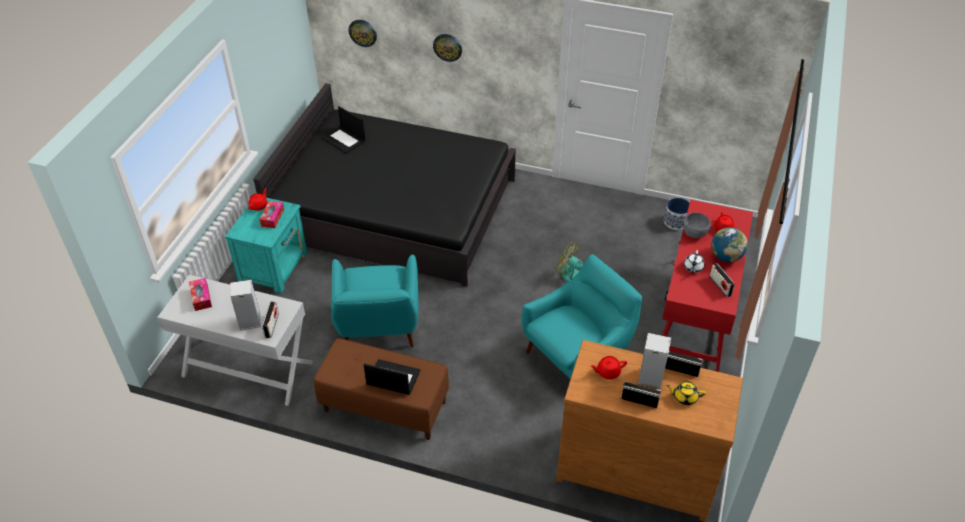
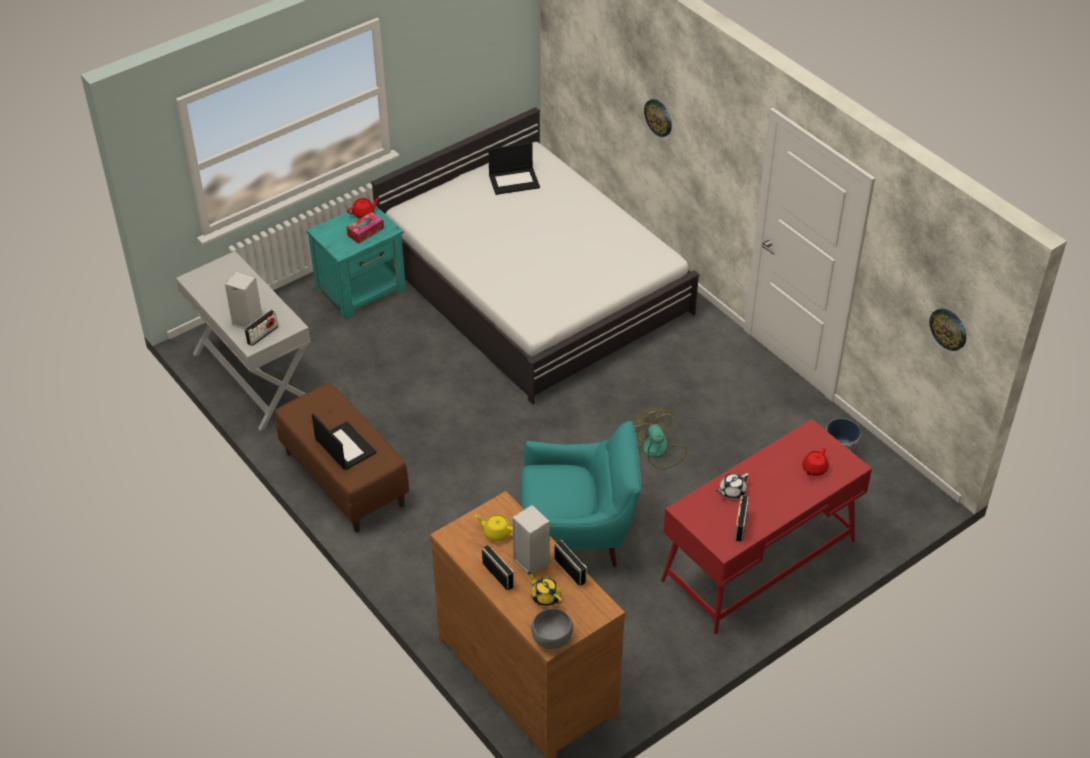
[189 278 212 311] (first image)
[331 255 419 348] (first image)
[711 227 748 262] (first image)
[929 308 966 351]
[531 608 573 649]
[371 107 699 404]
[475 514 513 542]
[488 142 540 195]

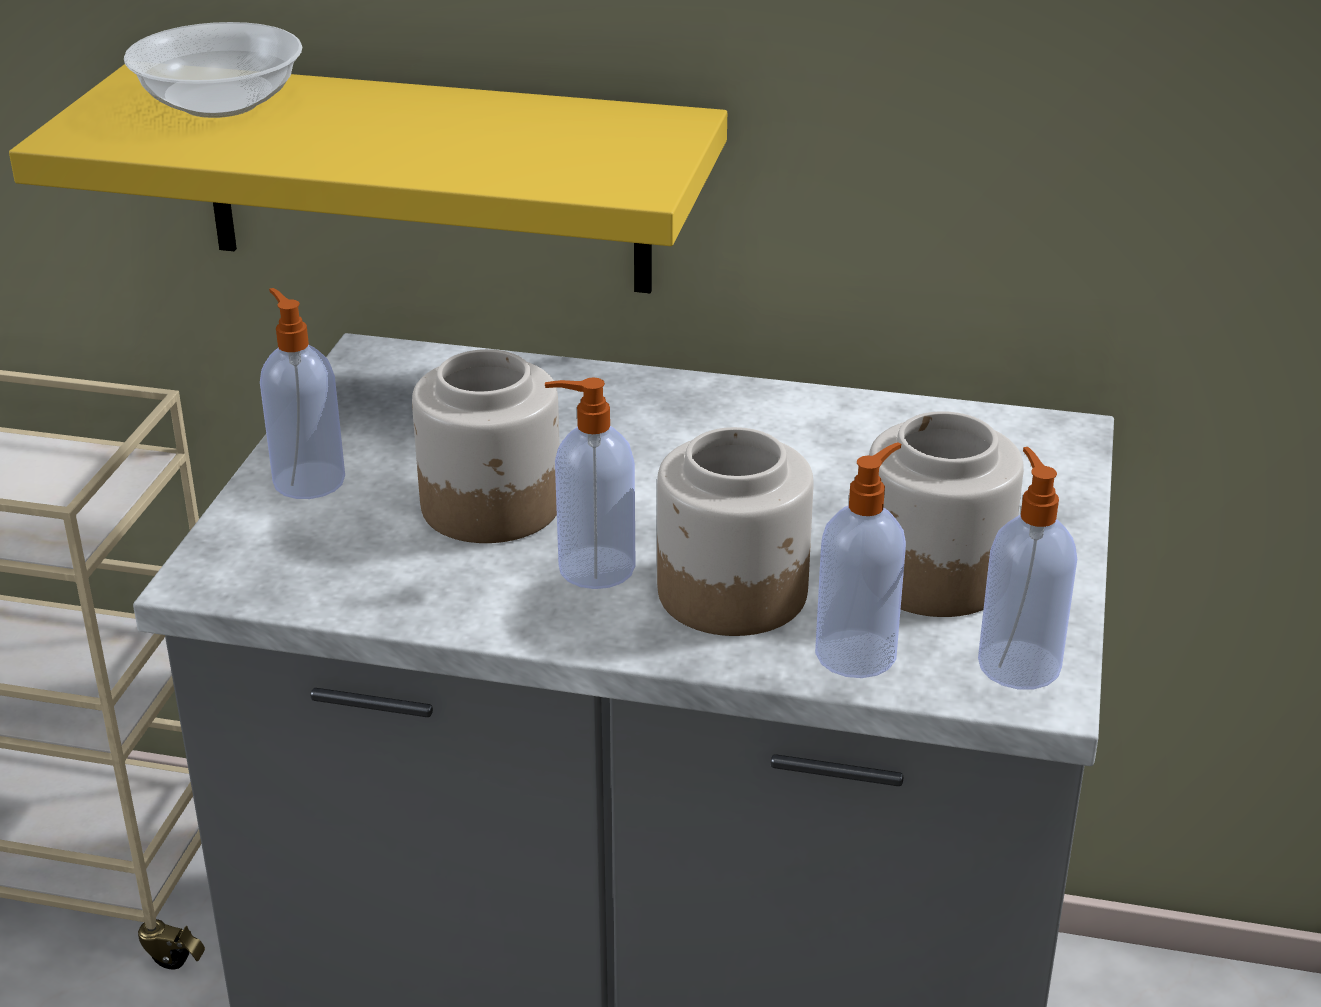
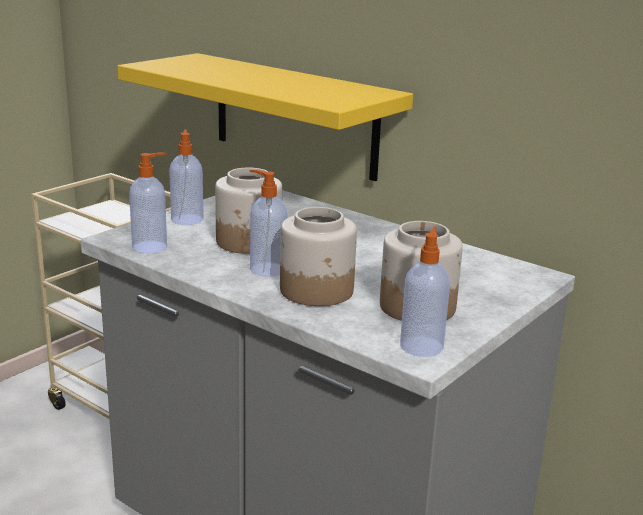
[124 22 302 118] (first image)
[129 153 167 253]

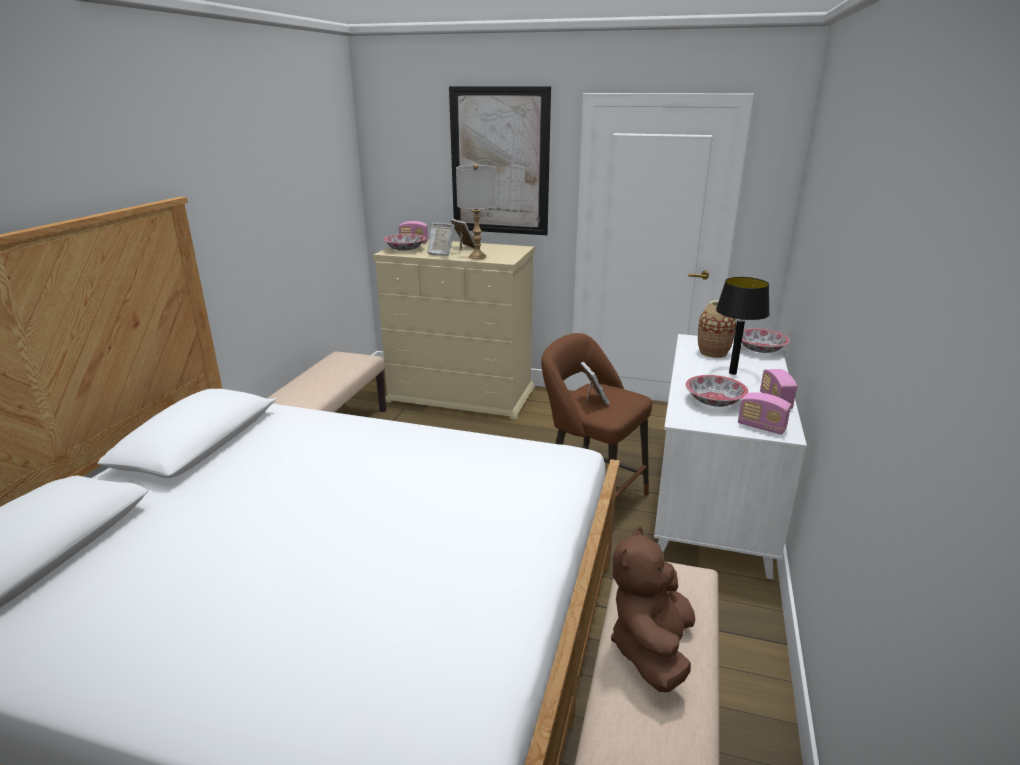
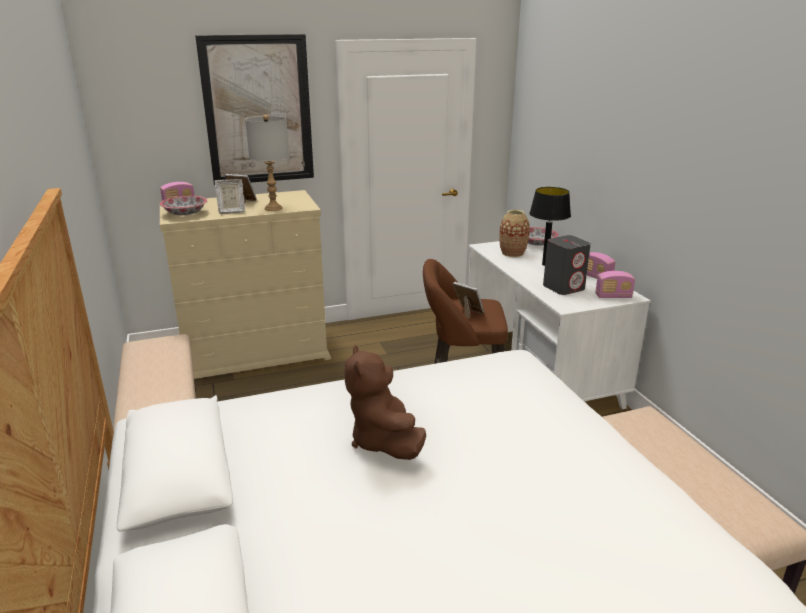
[345 345 426 460]
[543 235 591 295]

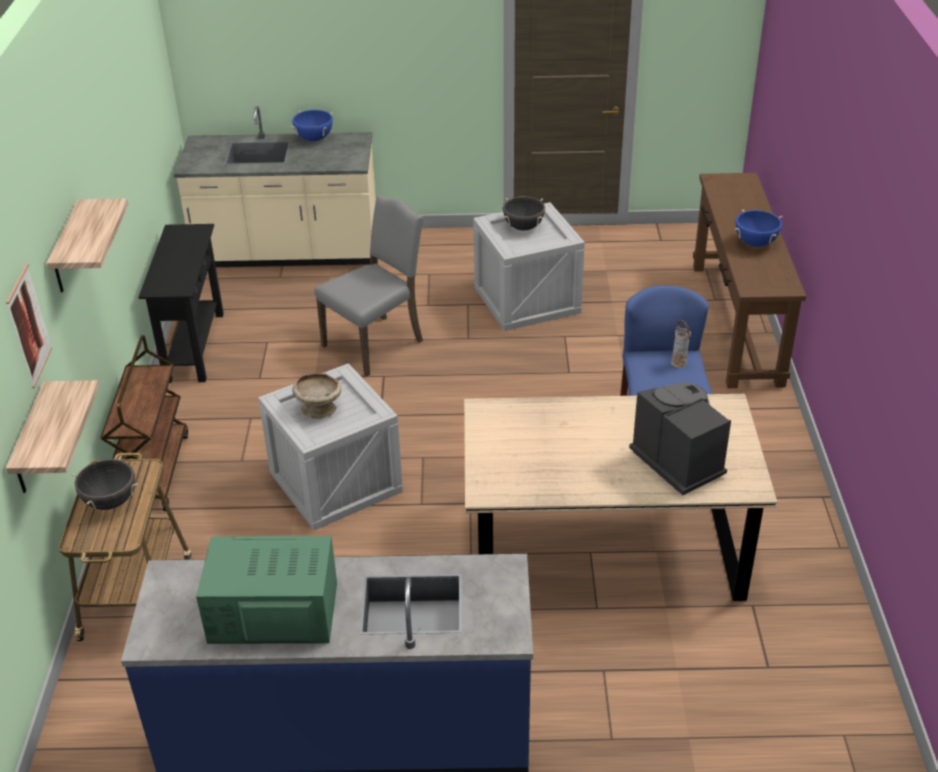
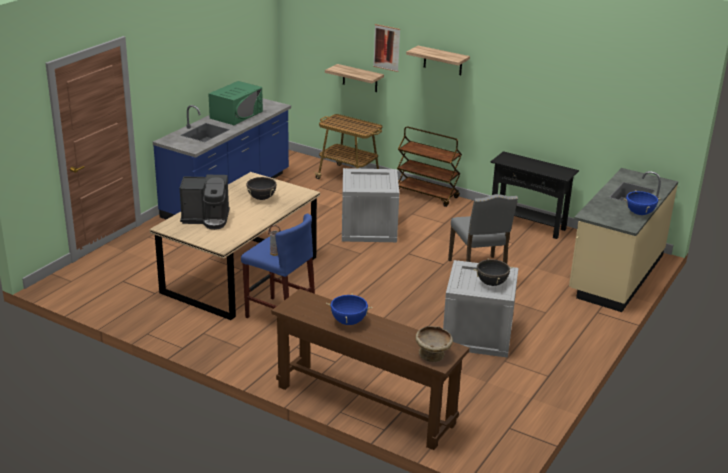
[246 177 277 200]
[415 326 453 362]

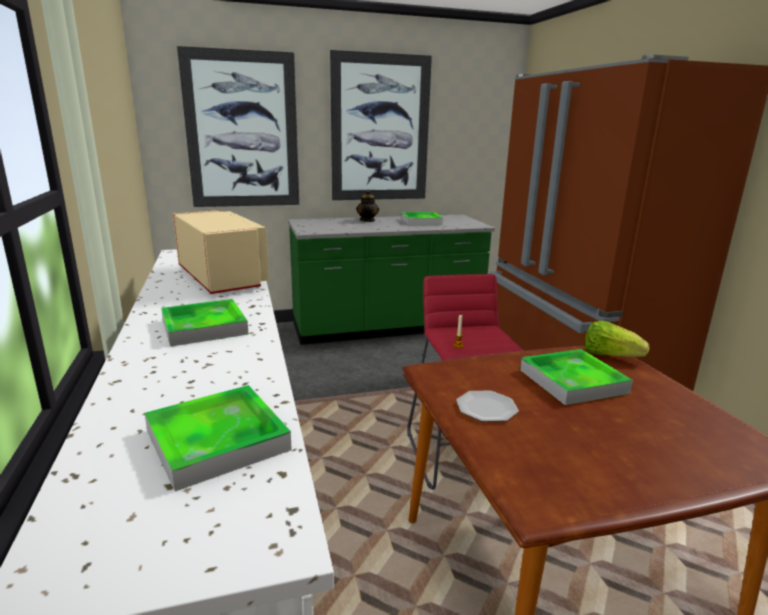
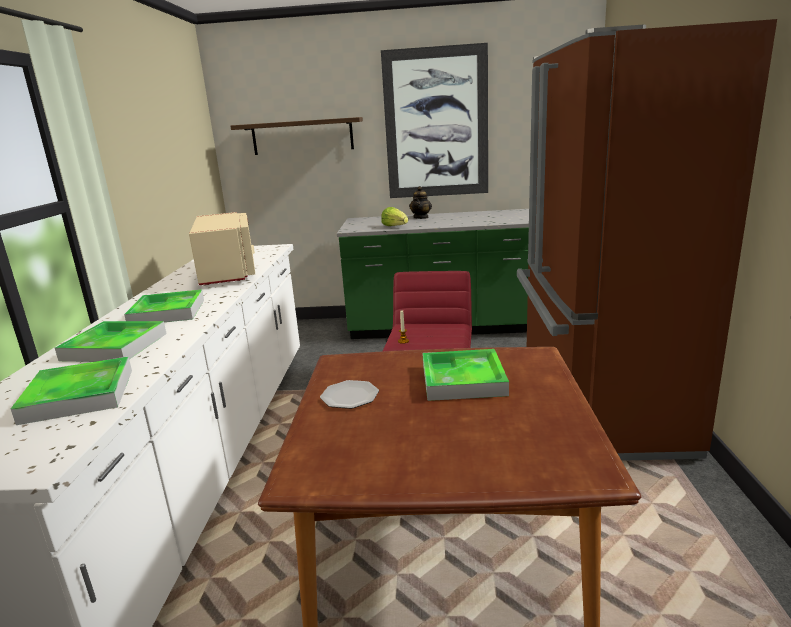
[55 321 167 362]
[381 207 408 226]
[231 117 363 155]

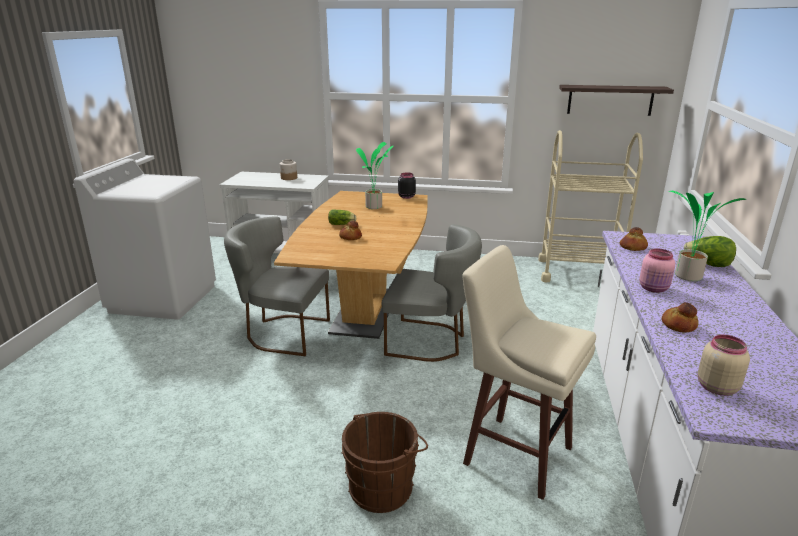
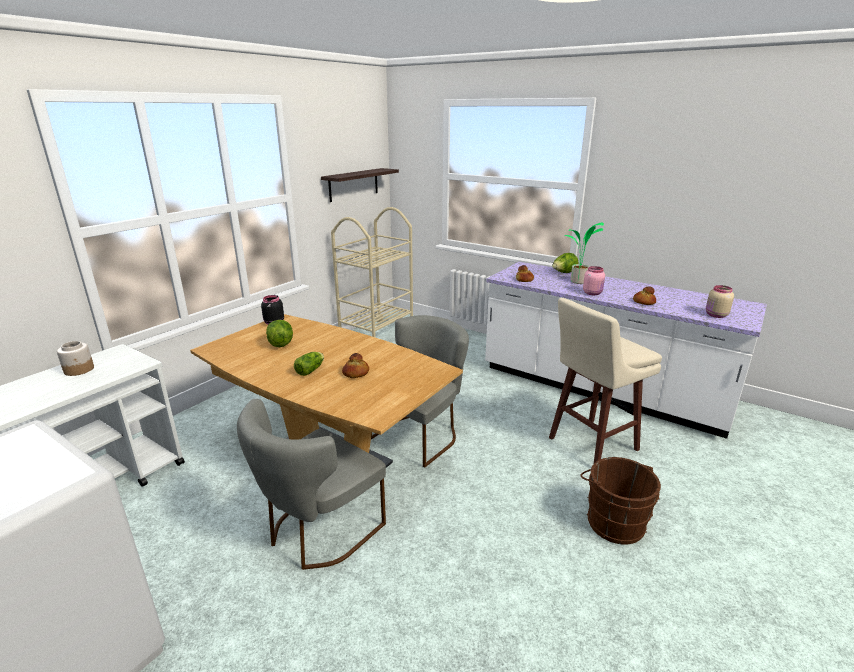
[266 320 293 347]

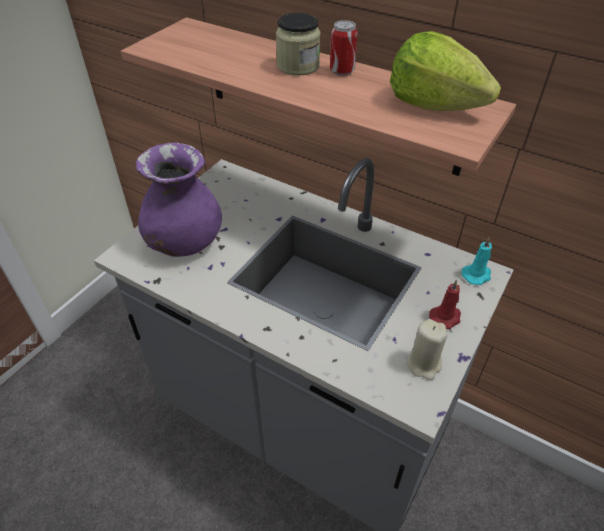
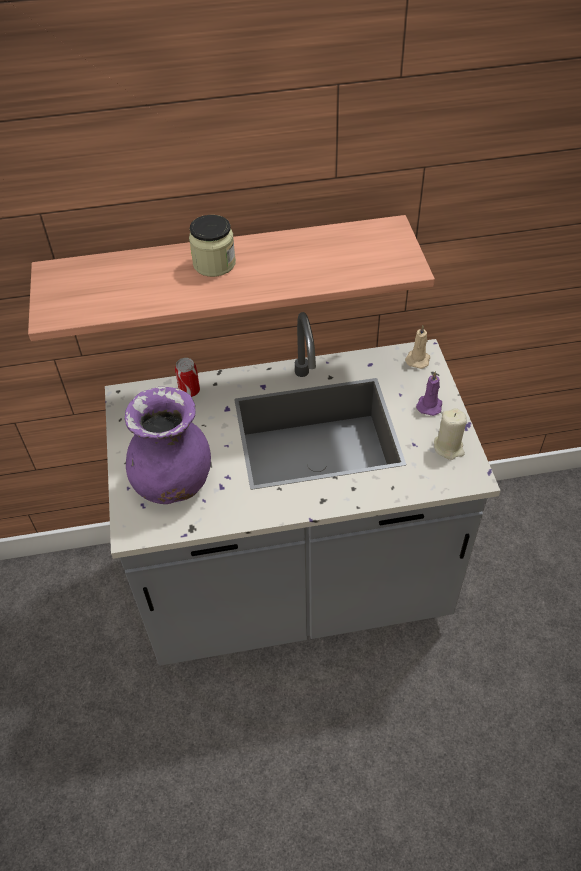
[390 31 501 111] (first image)
[175 358 200 397]
[416 371 442 416]
[405 325 430 369]

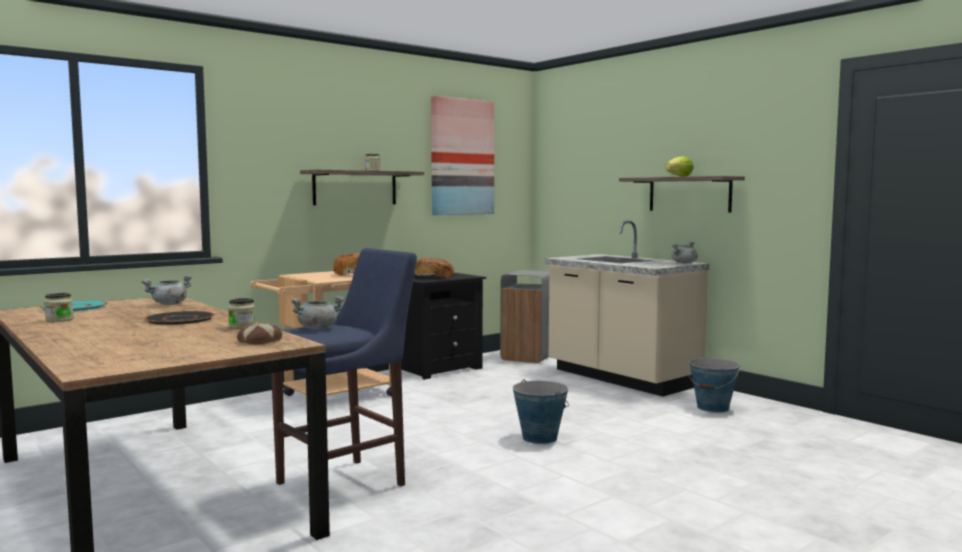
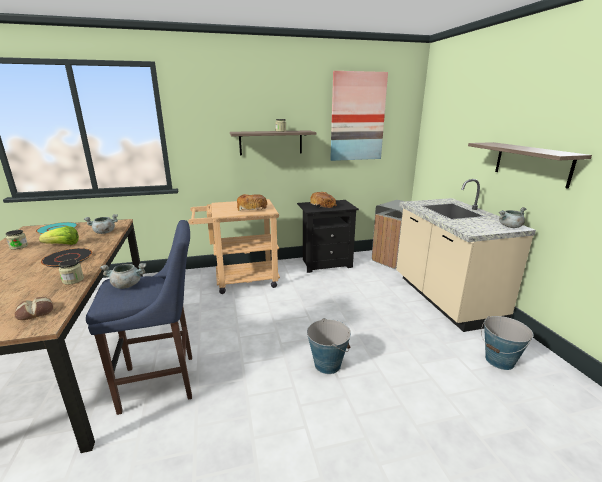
[39 226 79 245]

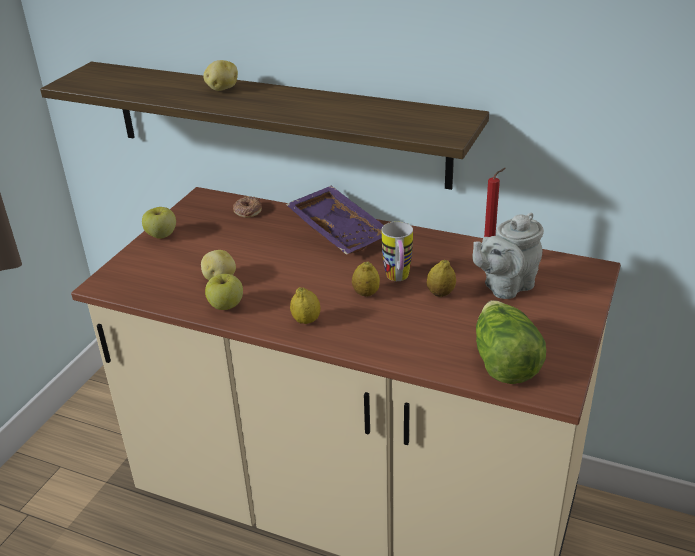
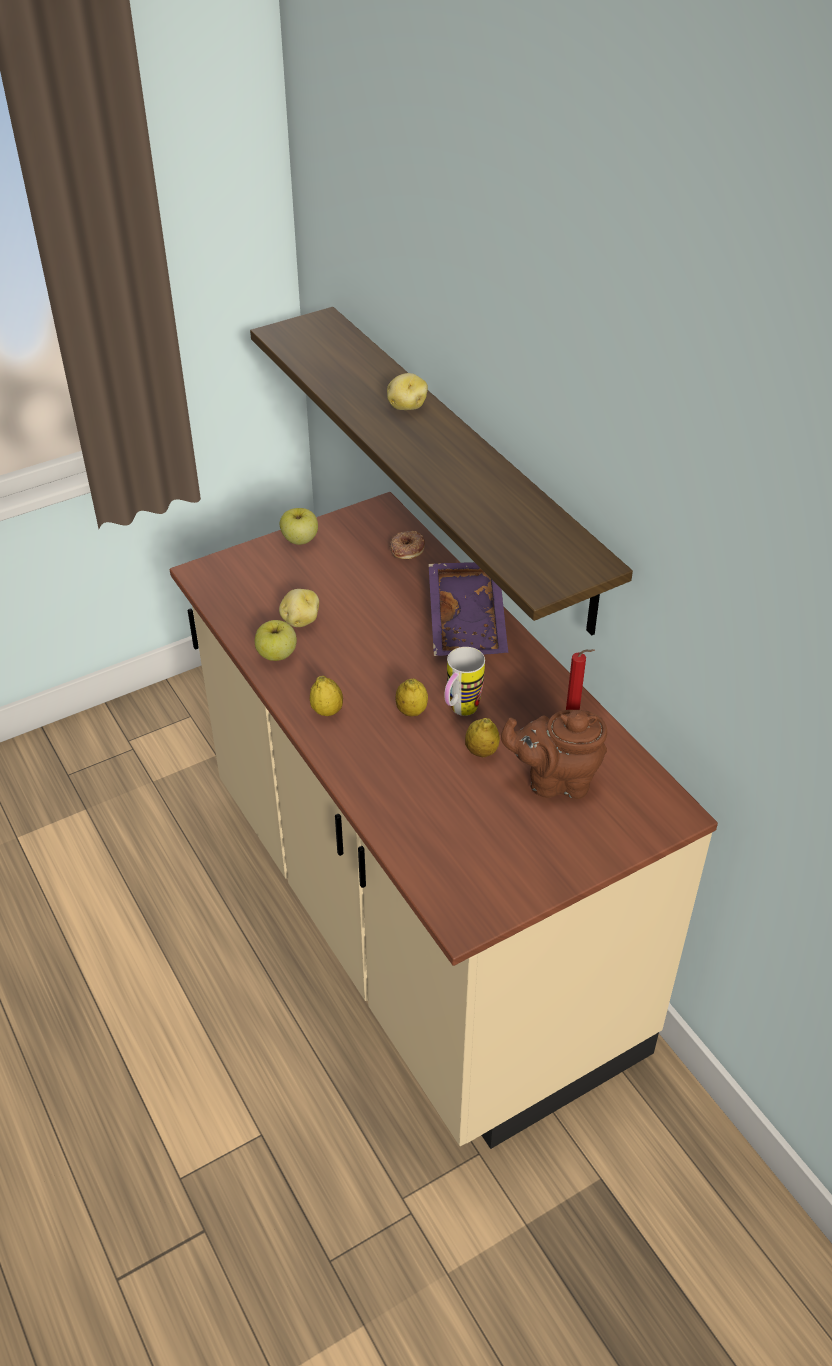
[476 300 546 384] (first image)
[501 710 607 799]

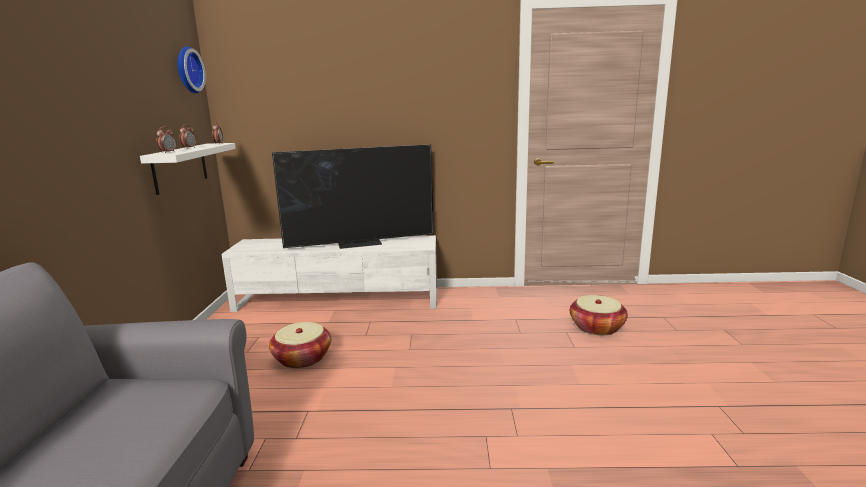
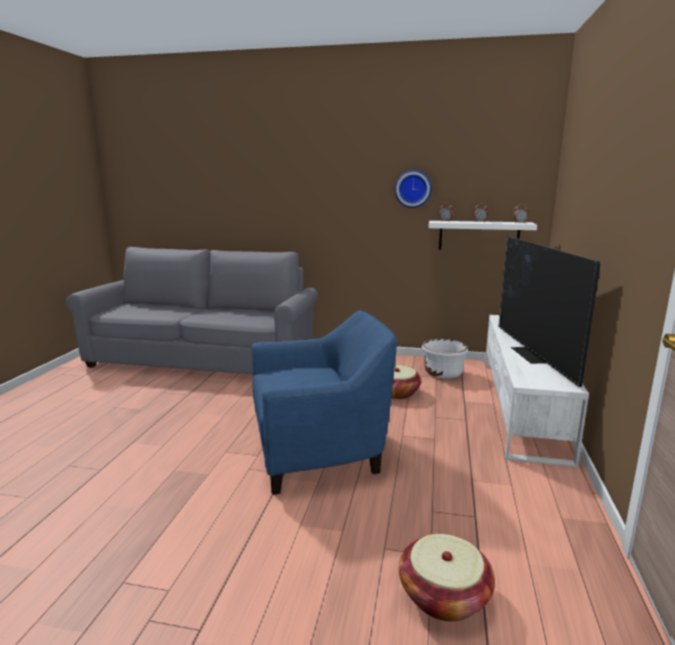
[252 310 397 495]
[422 339 468 379]
[395 170 432 208]

